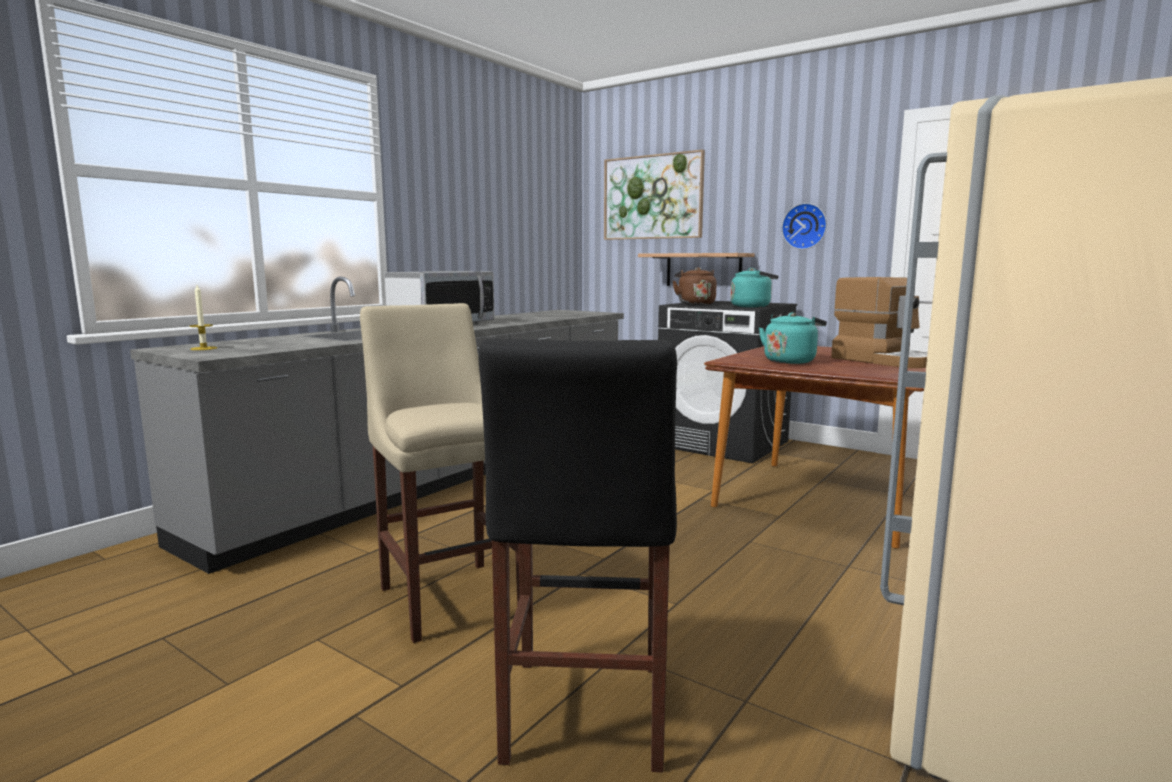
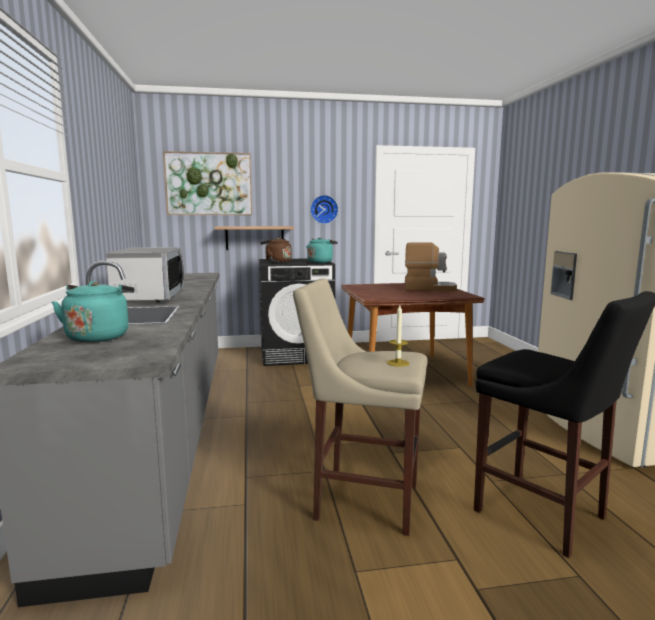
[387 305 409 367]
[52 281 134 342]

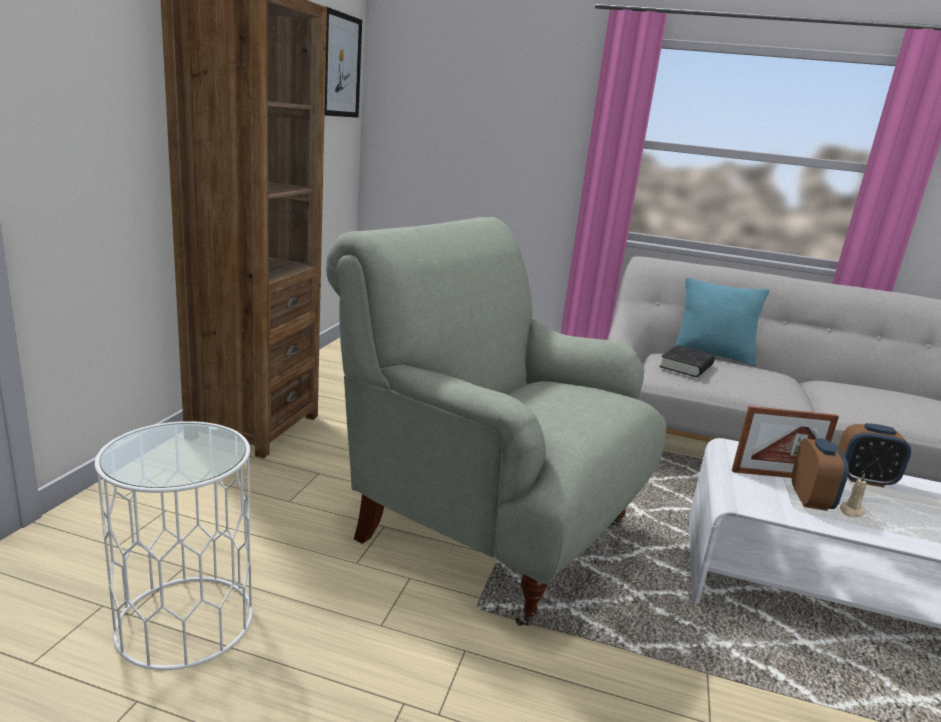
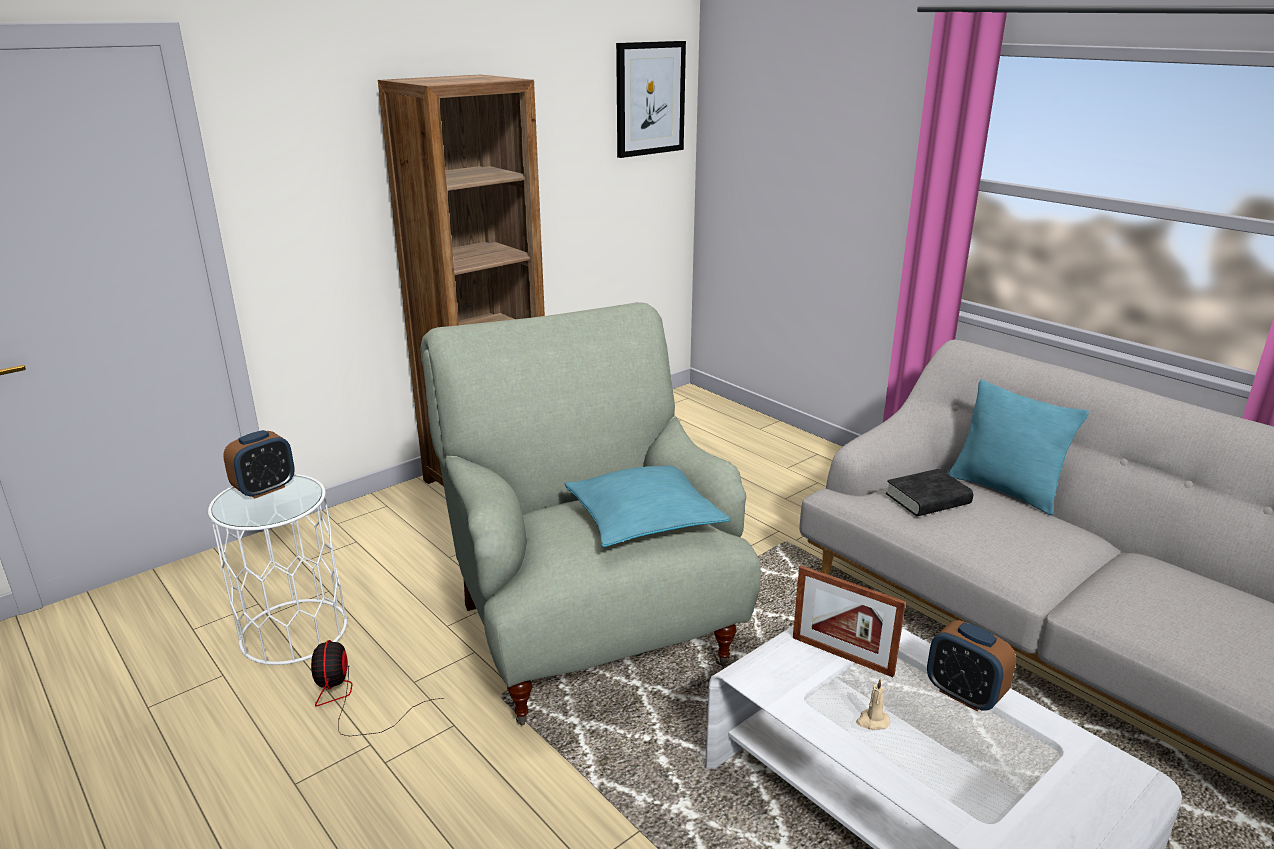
[311 640 444 736]
[565 465 730 547]
[223 430 295 498]

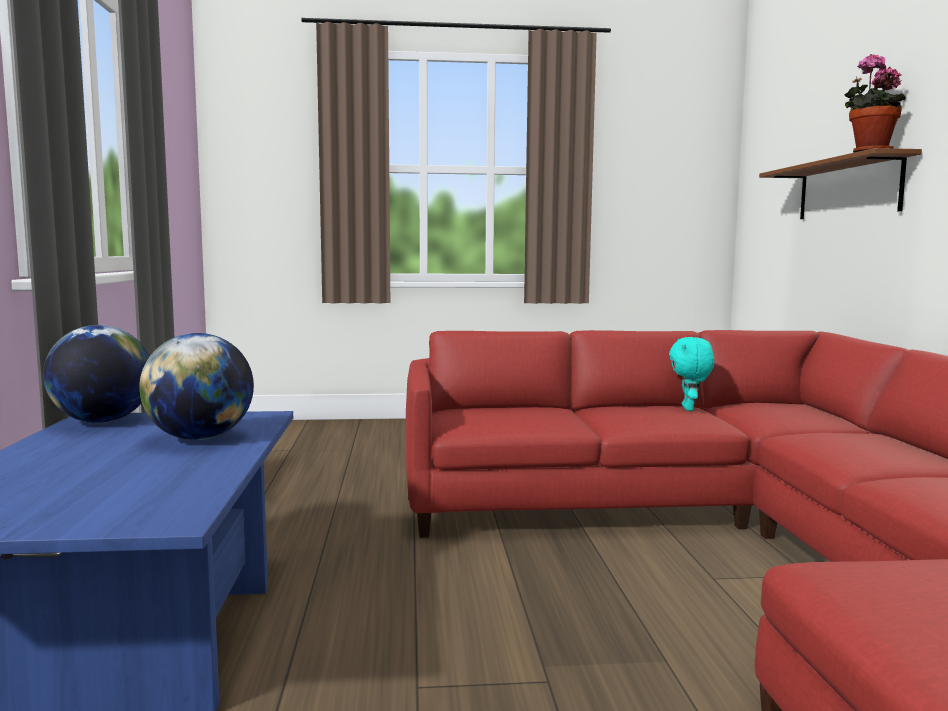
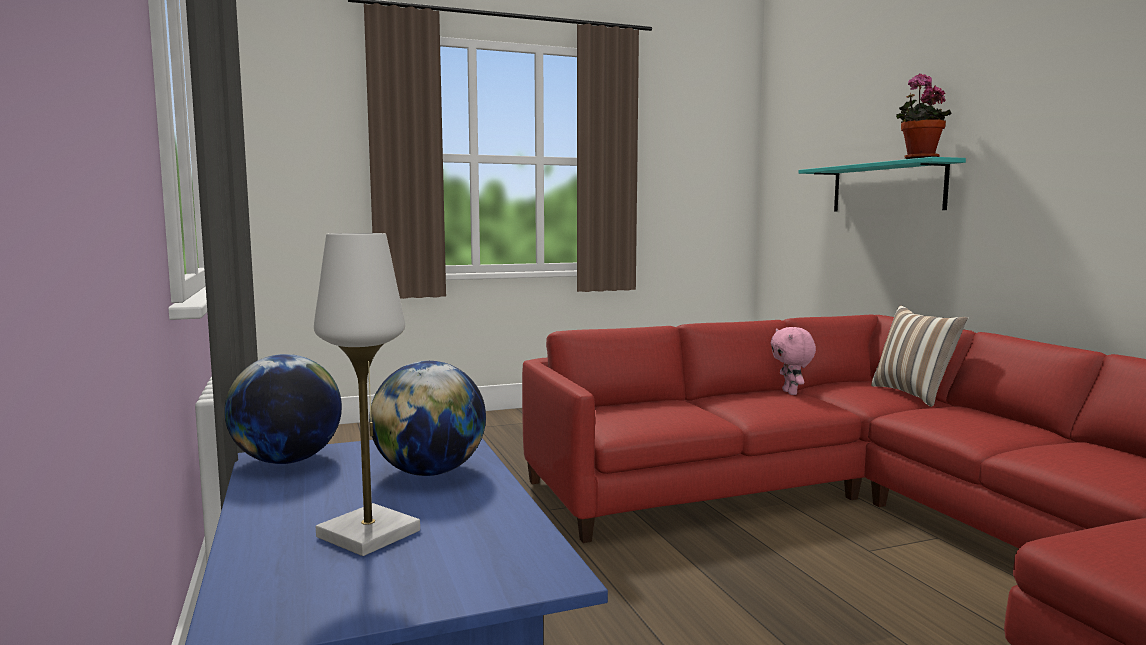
[314 233 420 556]
[871 306 968 407]
[771 327 816 395]
[798 157 966 212]

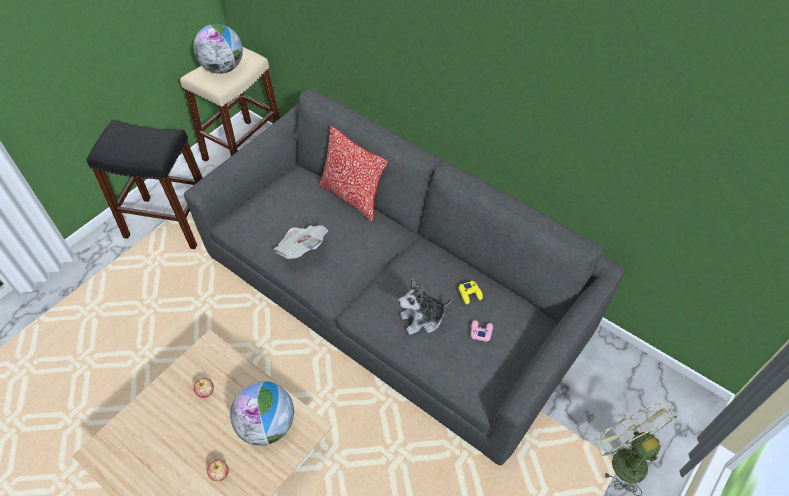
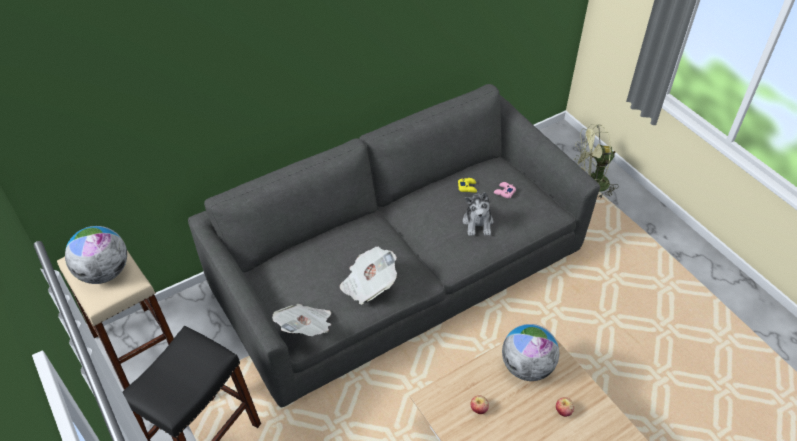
[319 126 388 222] (first image)
[272 304 331 336]

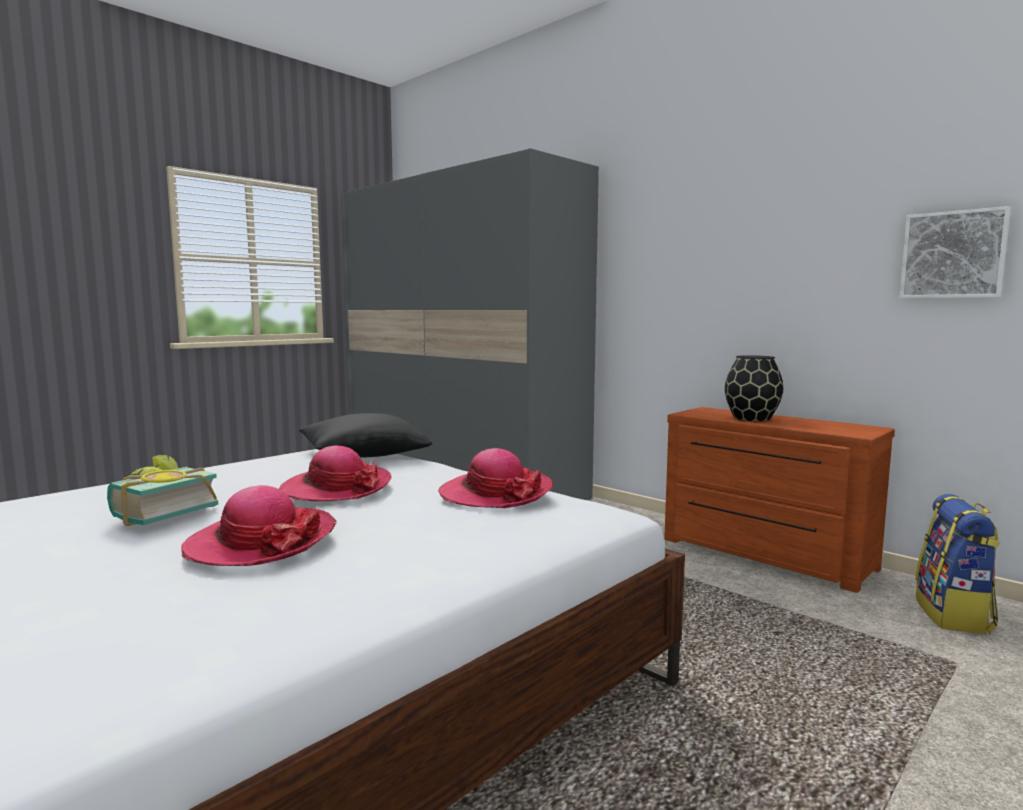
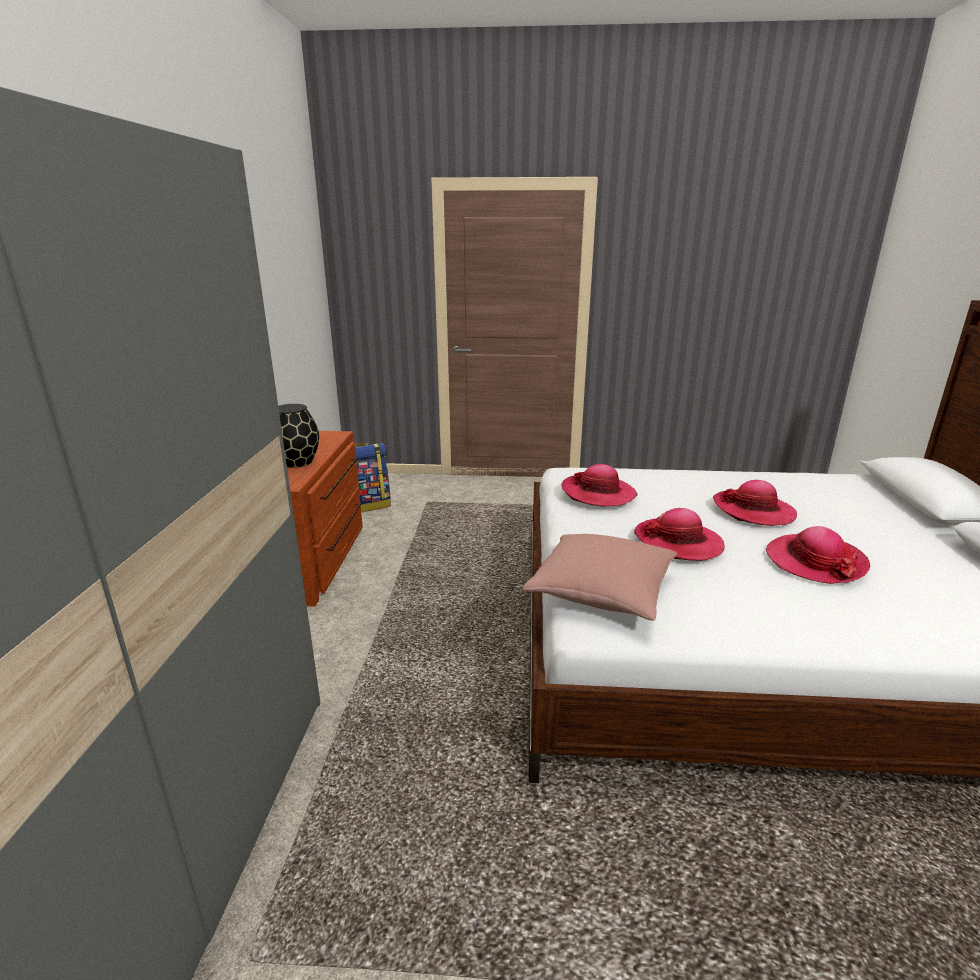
[900 206 1011 299] (first image)
[766 526 870 584]
[522 534 678 621]

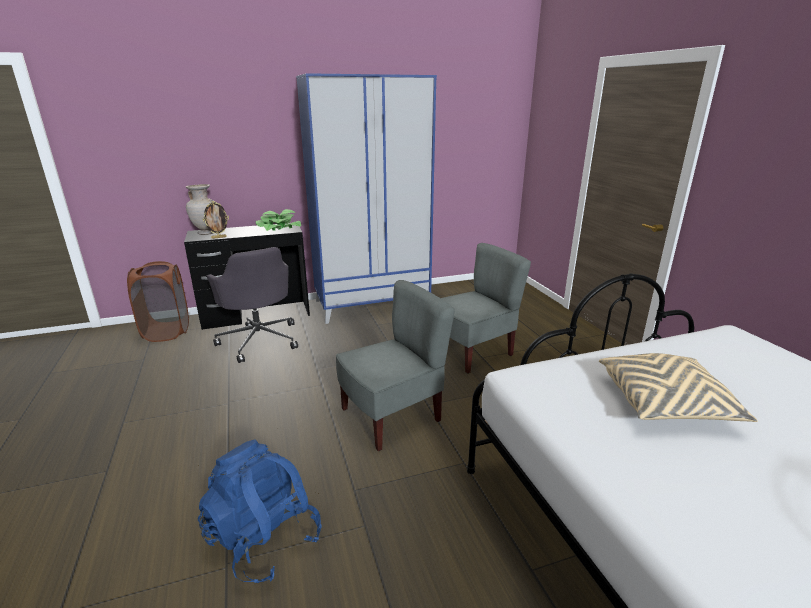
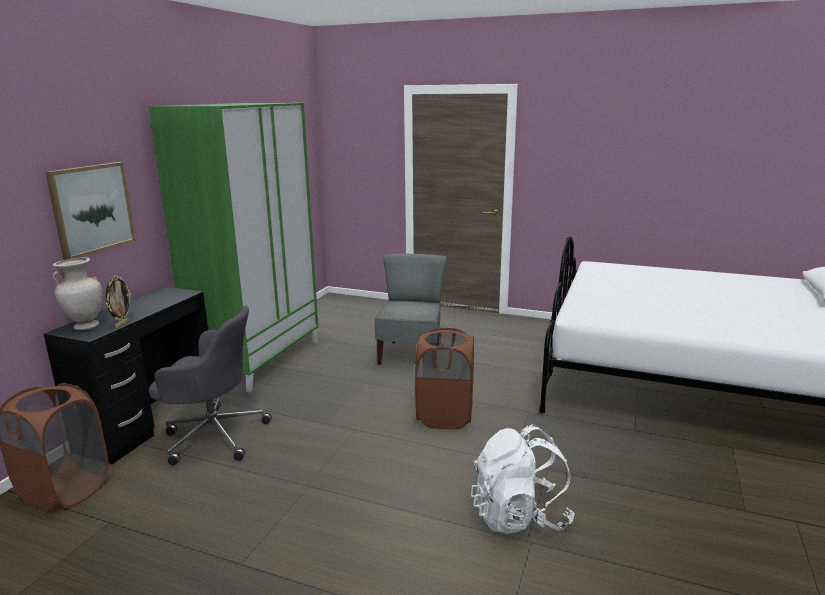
[256 209 301 231] (first image)
[599 353 758 422] (first image)
[45 162 136 260]
[415 328 474 429]
[471 425 575 534]
[148 103 319 393]

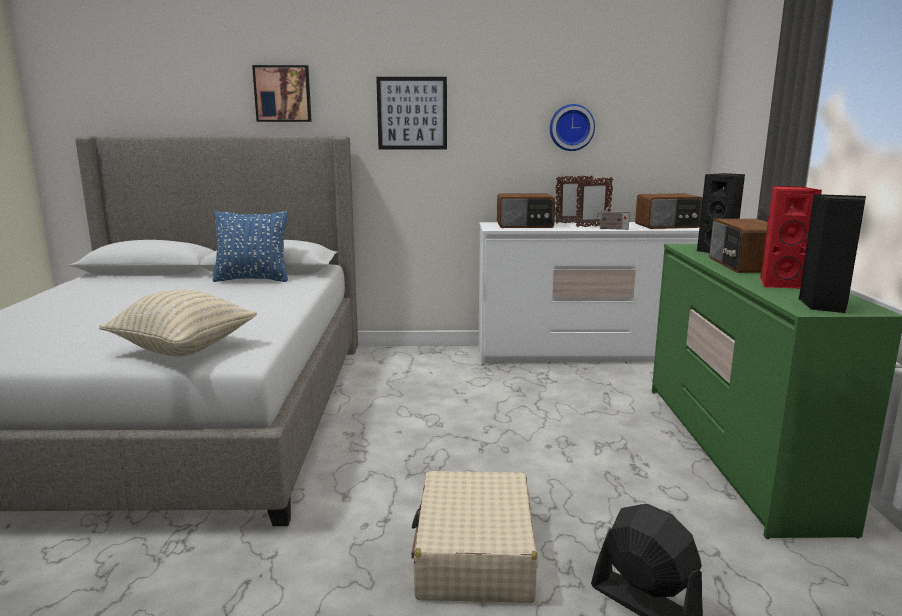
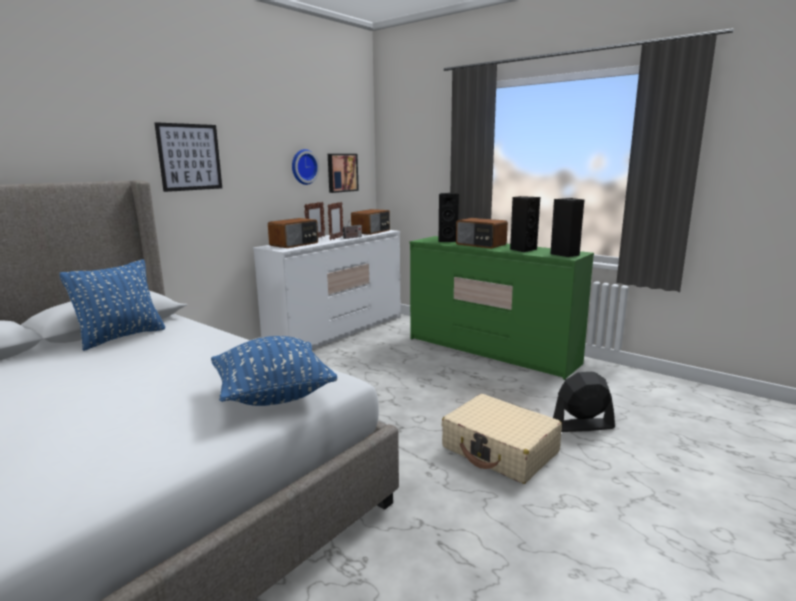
[328 154 359 193]
[211 336 338 406]
[510 196 540 252]

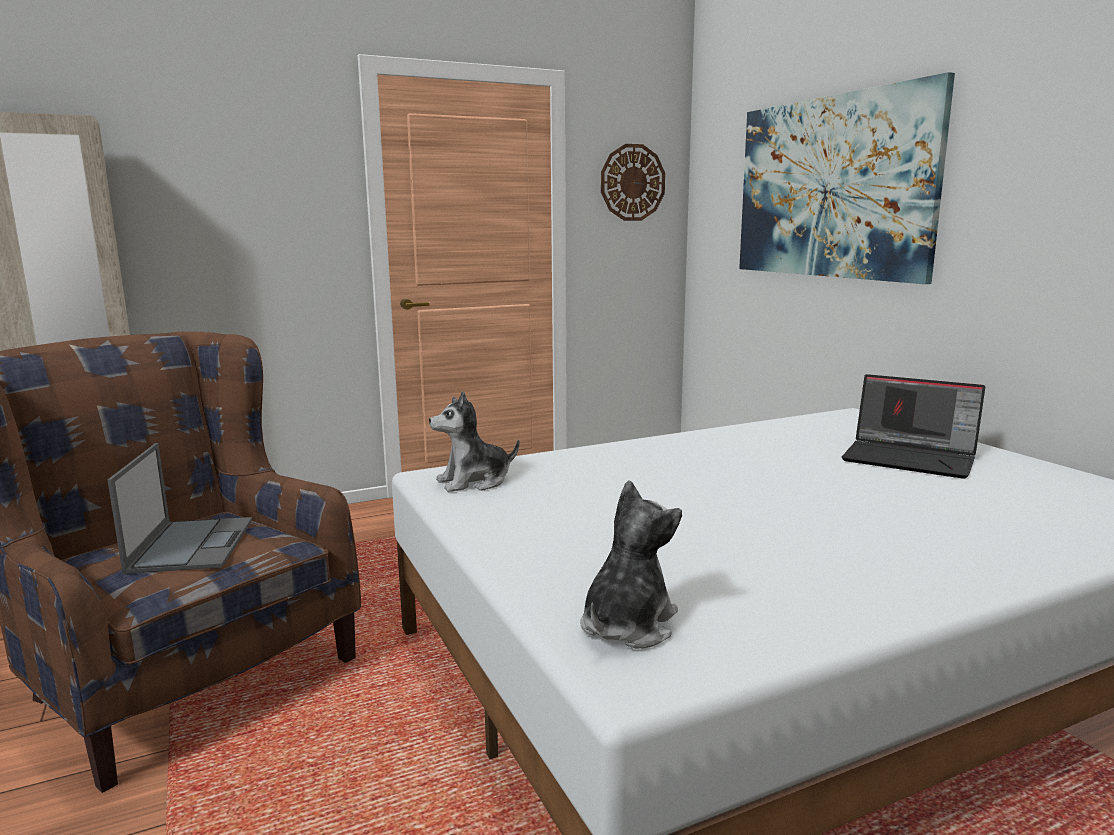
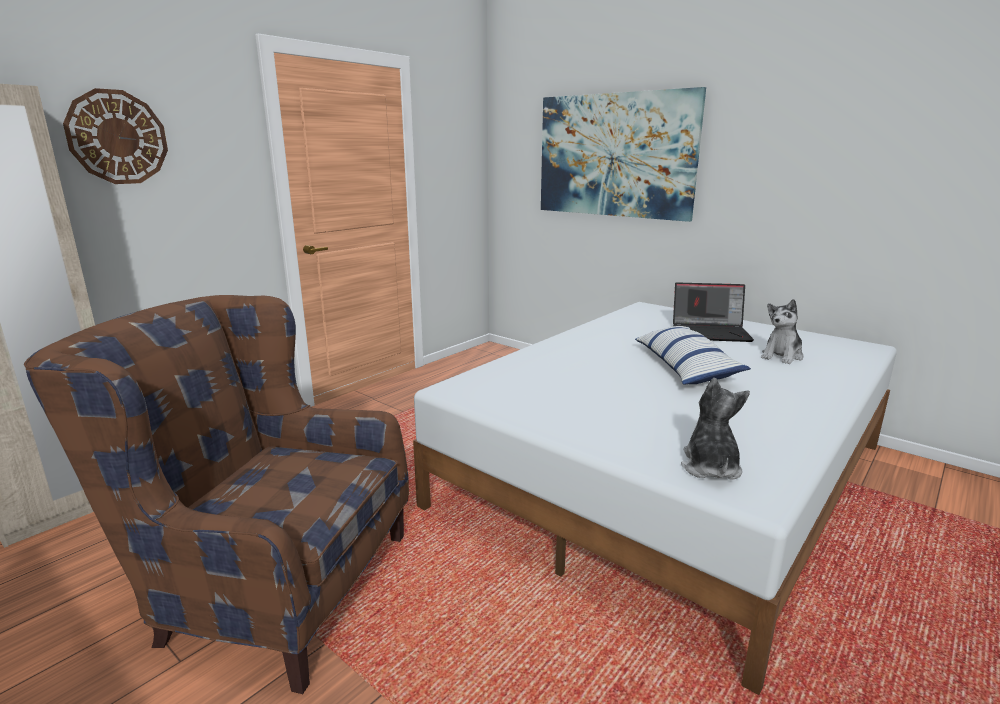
[108 443 252 574] (first image)
[635 326 751 385]
[761 299 804 364]
[63 88 168 184]

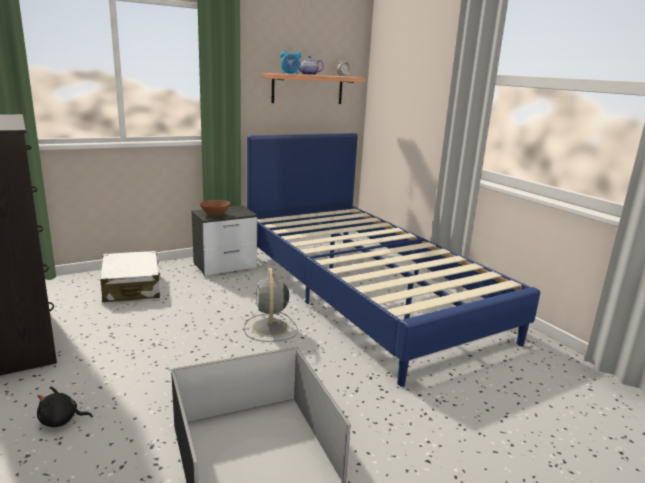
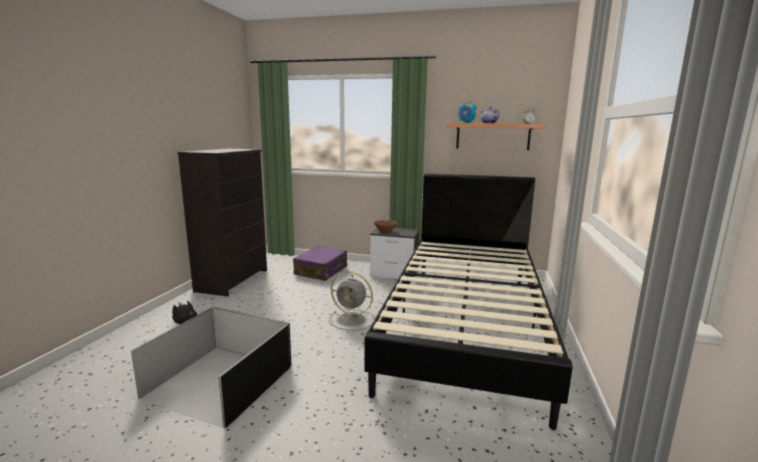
[293 246 347 281]
[364 173 573 430]
[329 271 375 331]

